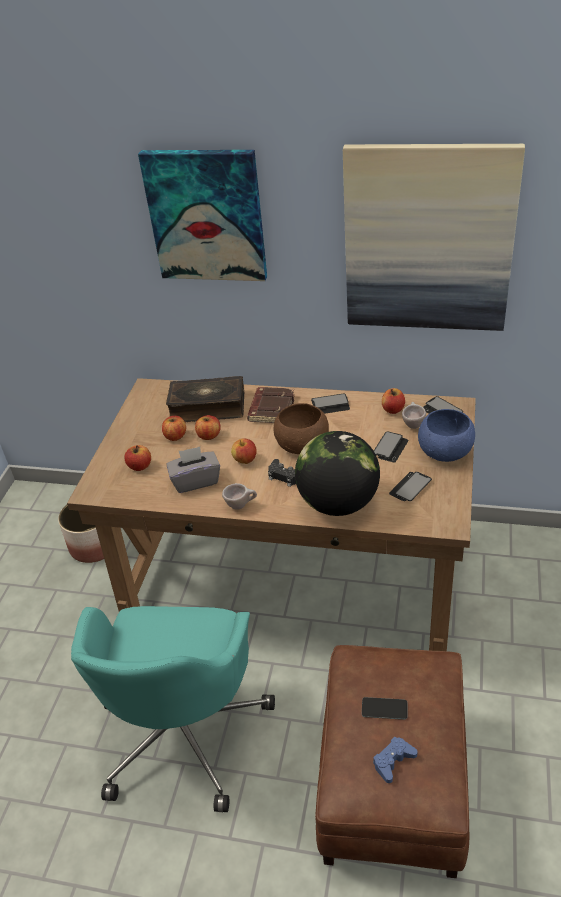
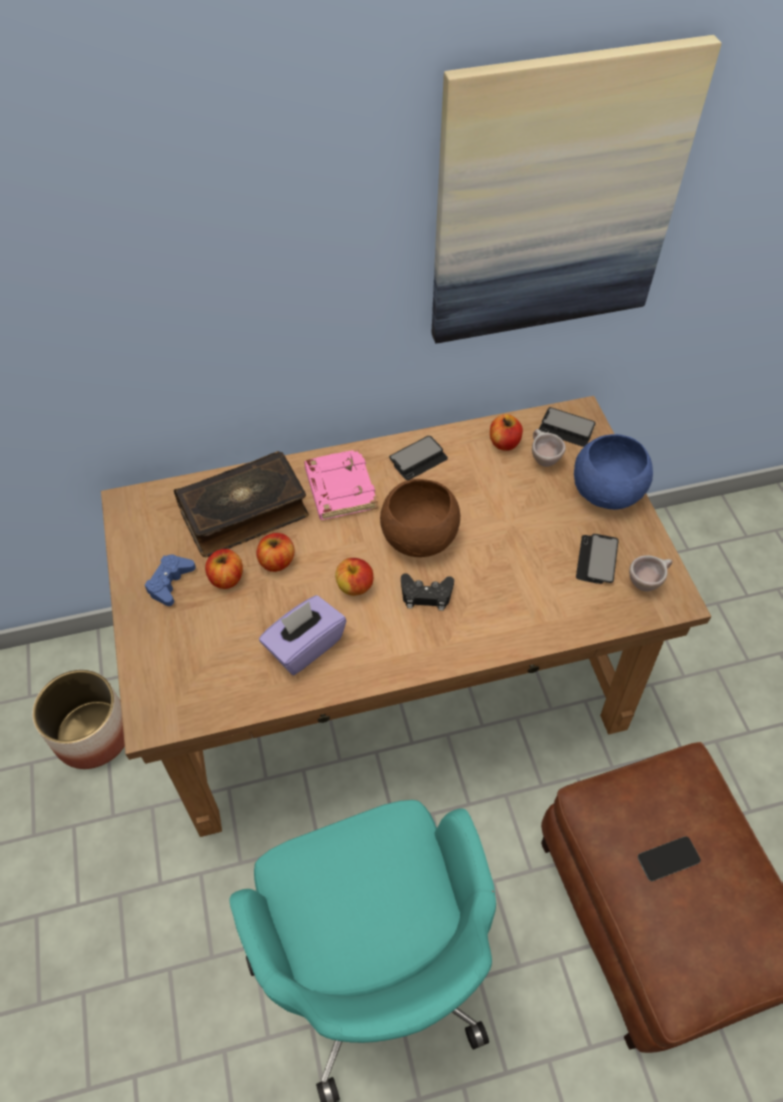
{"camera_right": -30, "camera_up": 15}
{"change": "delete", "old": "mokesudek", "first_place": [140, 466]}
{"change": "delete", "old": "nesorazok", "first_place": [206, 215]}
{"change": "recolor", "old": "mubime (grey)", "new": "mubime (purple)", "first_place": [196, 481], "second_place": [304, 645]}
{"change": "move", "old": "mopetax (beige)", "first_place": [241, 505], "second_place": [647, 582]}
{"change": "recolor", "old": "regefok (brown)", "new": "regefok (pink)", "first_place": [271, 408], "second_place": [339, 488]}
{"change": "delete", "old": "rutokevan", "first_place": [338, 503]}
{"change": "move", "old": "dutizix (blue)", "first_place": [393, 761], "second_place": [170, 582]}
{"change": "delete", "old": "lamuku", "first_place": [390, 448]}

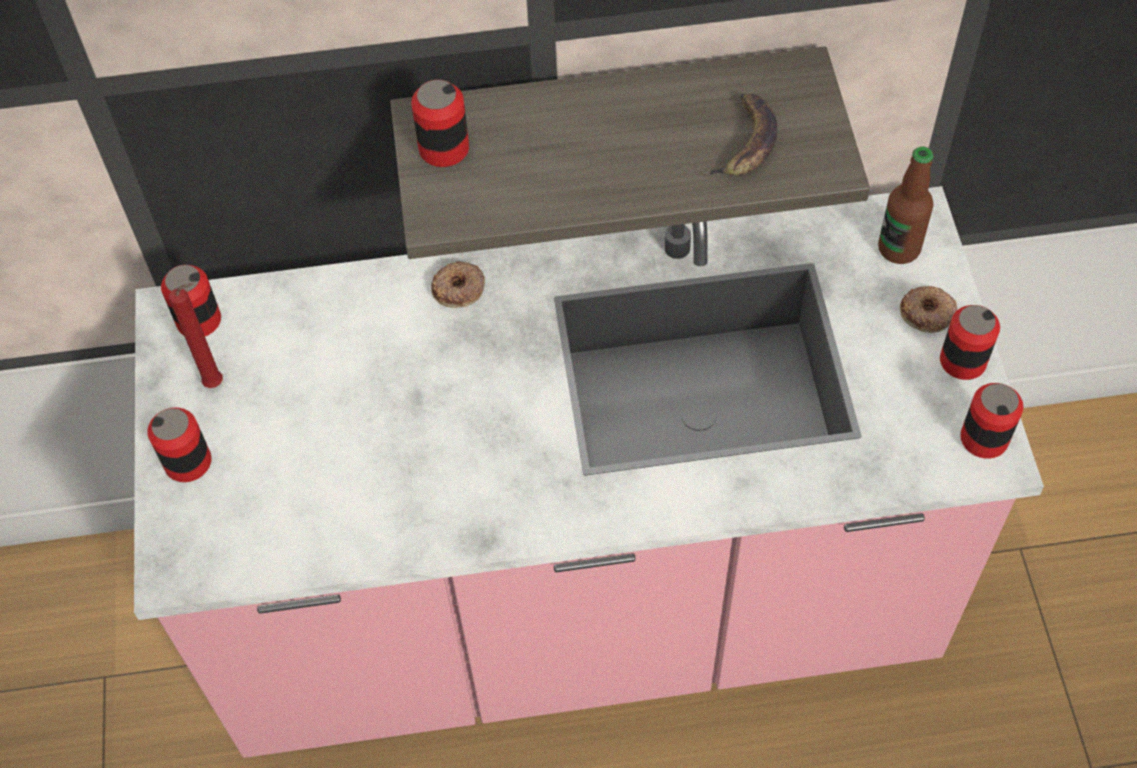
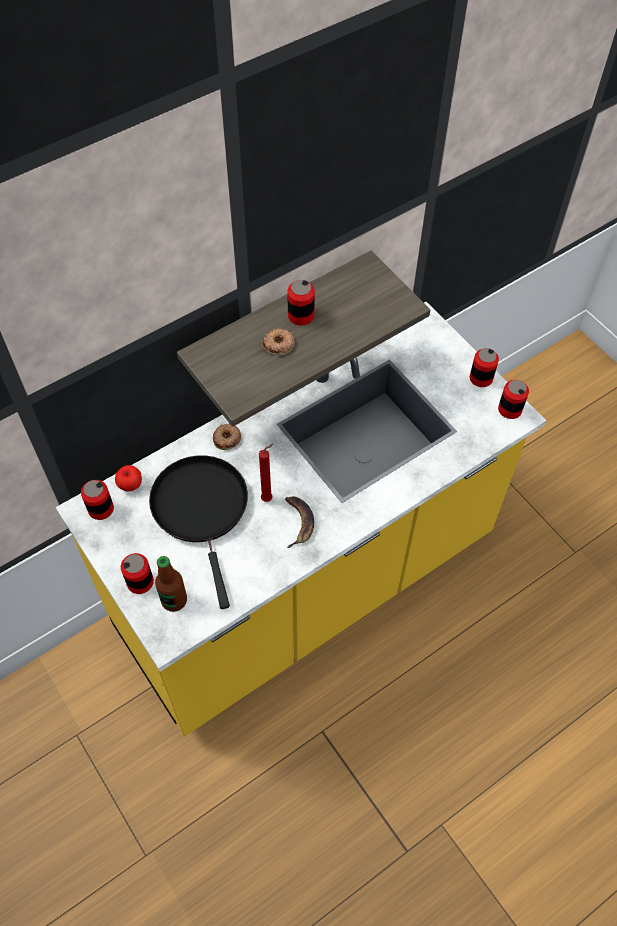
{"camera_right": -30, "camera_up": 0}
{"change": "recolor", "old": "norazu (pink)", "new": "norazu (yellow)", "first_place": [579, 609], "second_place": [307, 586]}
{"change": "move", "old": "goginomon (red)", "first_place": [217, 384], "second_place": [268, 498]}
{"change": "move", "old": "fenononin", "first_place": [444, 149], "second_place": [301, 316]}
{"change": "move", "old": "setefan", "first_place": [744, 142], "second_place": [298, 522]}
{"change": "move", "old": "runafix", "first_place": [899, 248], "second_place": [174, 600]}
{"change": "move", "old": "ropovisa", "first_place": [927, 313], "second_place": [279, 344]}
{"change": "insert", "new": "mokesudek", "second_place": [130, 484]}
{"change": "insert", "new": "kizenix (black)", "second_place": [202, 509]}

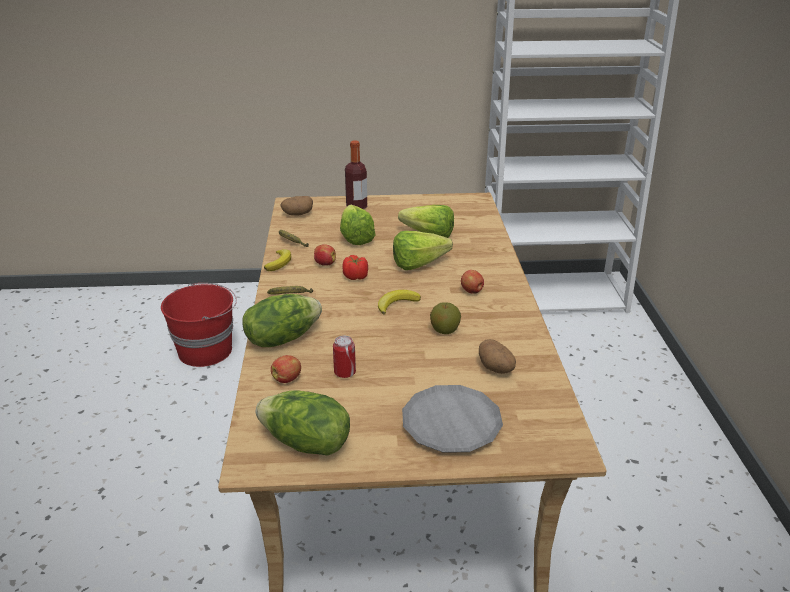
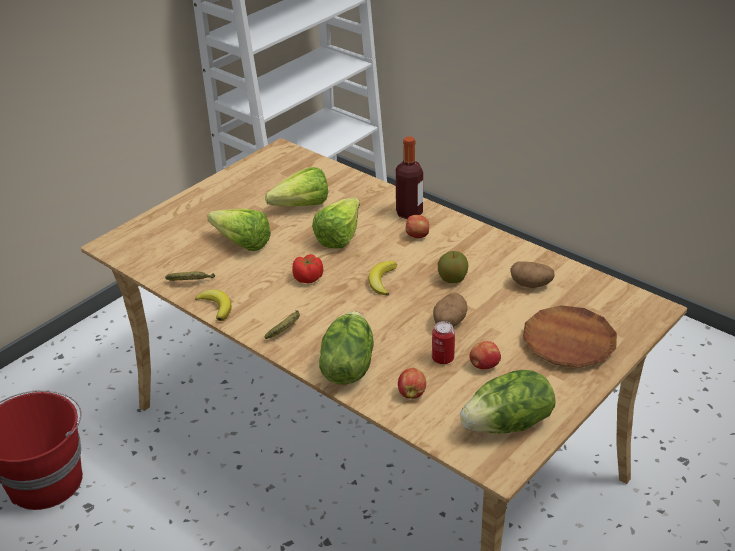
{"camera_right": -45, "camera_up": 5}
{"change": "move", "old": "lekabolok", "first_place": [297, 214], "second_place": [449, 322]}
{"change": "move", "old": "mokesudek", "first_place": [324, 264], "second_place": [484, 366]}
{"change": "move", "old": "runafix", "first_place": [356, 207], "second_place": [409, 213]}
{"change": "recolor", "old": "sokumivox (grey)", "new": "sokumivox (brown)", "first_place": [451, 424], "second_place": [568, 342]}

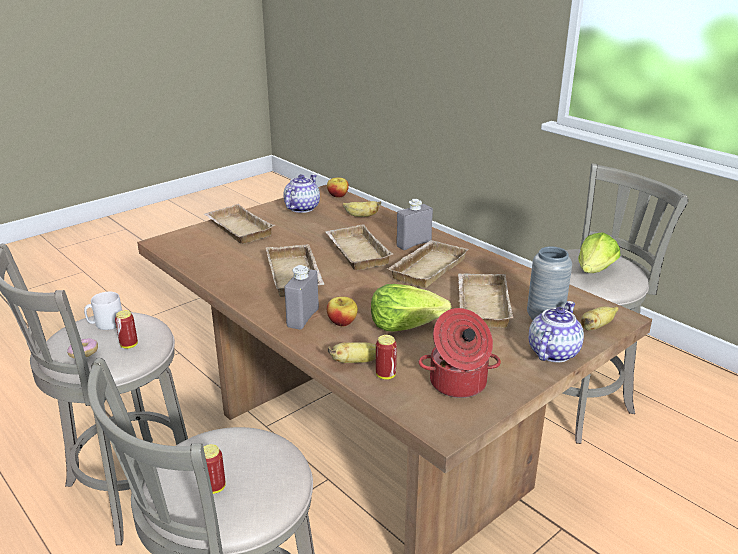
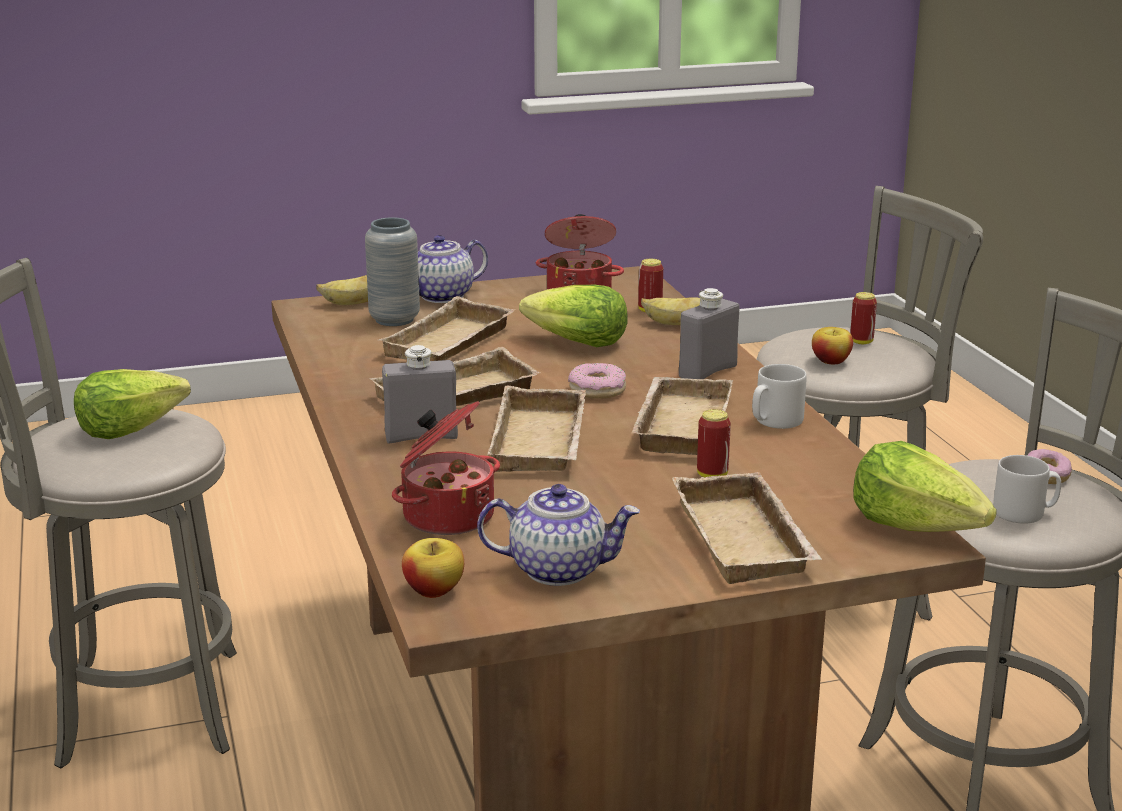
{"camera_right": -155, "camera_up": -5}
{"change": "move", "old": "fenononin", "first_place": [129, 345], "second_place": [712, 475]}
{"change": "rotate", "old": "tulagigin", "first_place": [302, 208], "second_place": [559, 569], "degrees": -135}
{"change": "move", "old": "mokesudek", "first_place": [342, 322], "second_place": [831, 361]}
{"change": "replace", "old": "setefan", "new": "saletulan", "first_place": [361, 216], "second_place": [446, 516]}
{"change": "insert", "new": "ropovisa", "second_place": [597, 390]}
{"change": "insert", "new": "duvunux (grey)", "second_place": [774, 421]}
{"change": "insert", "new": "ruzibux", "second_place": [917, 526]}

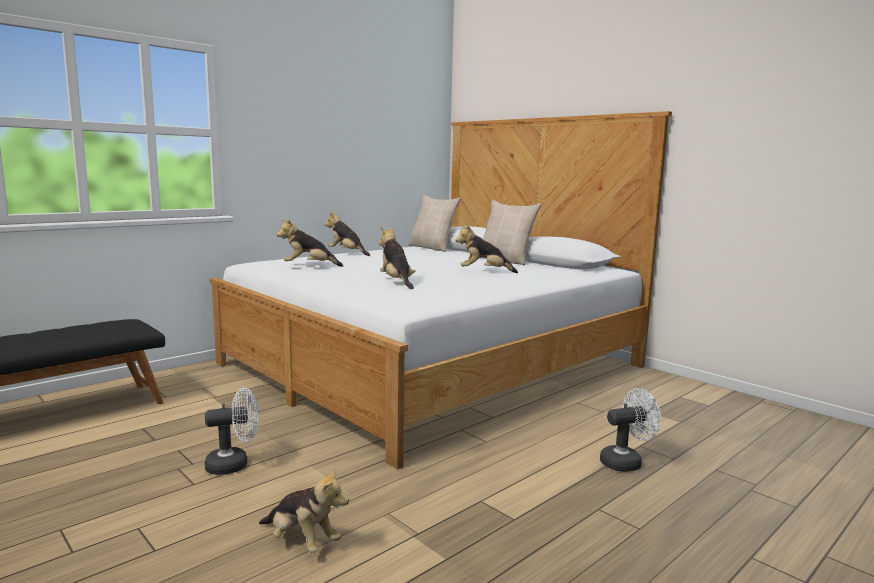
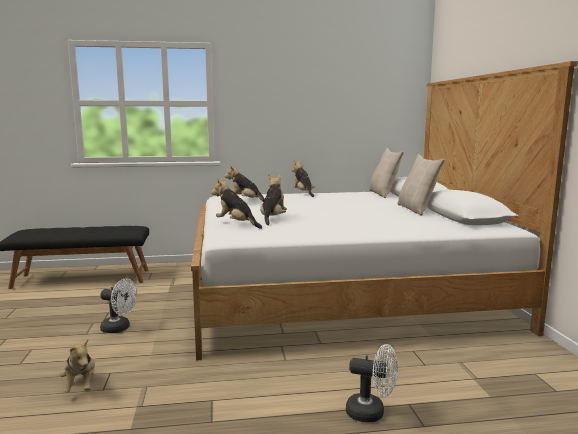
{"camera_right": 35, "camera_up": 0}
{"change": "move", "old": "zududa", "first_place": [484, 272], "second_place": [236, 224]}

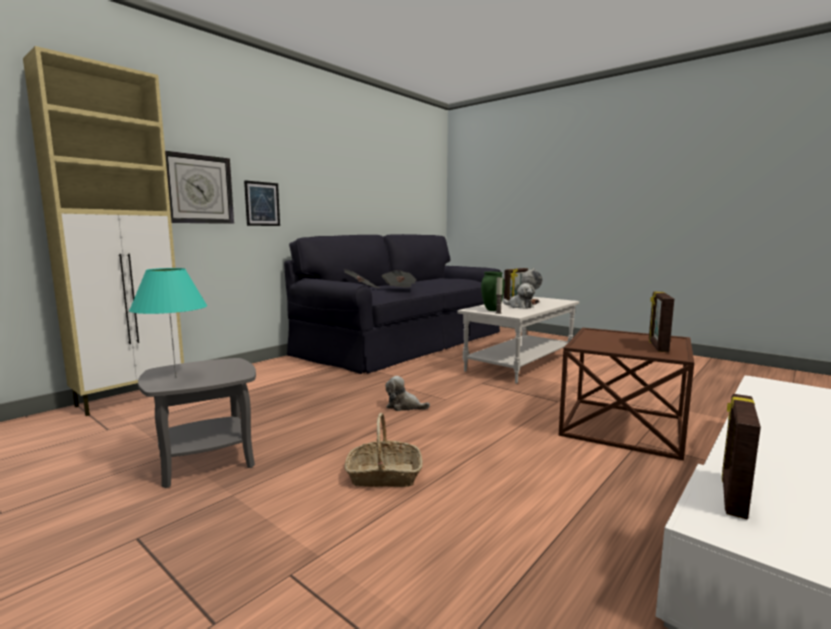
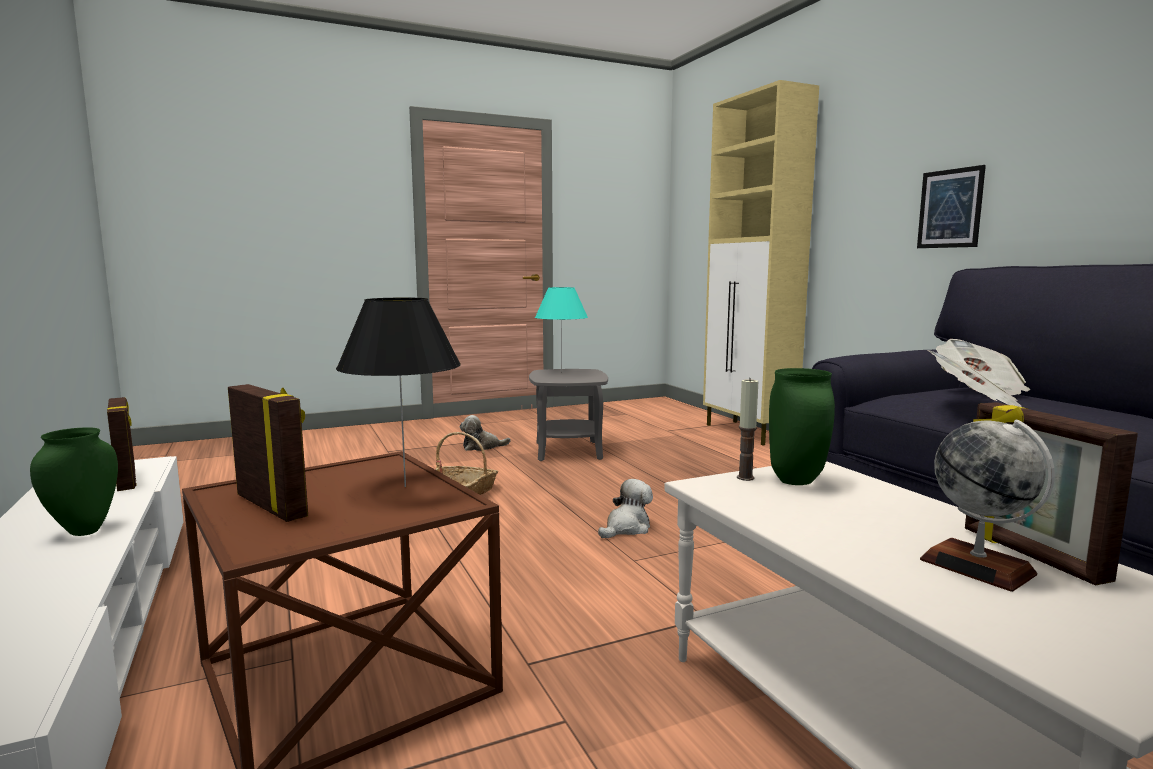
{"camera_right": 115, "camera_up": 0}
{"change": "delete", "old": "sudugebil", "first_place": [198, 189]}
{"change": "move", "old": "zududa", "first_place": [519, 306], "second_place": [482, 447]}
{"change": "insert", "new": "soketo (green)", "second_place": [84, 531]}
{"change": "insert", "new": "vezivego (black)", "second_place": [405, 486]}

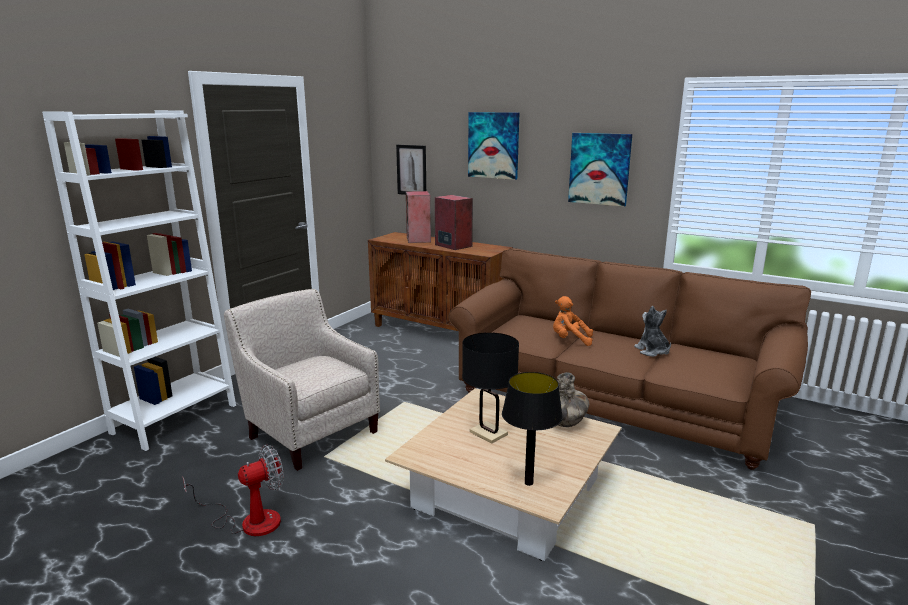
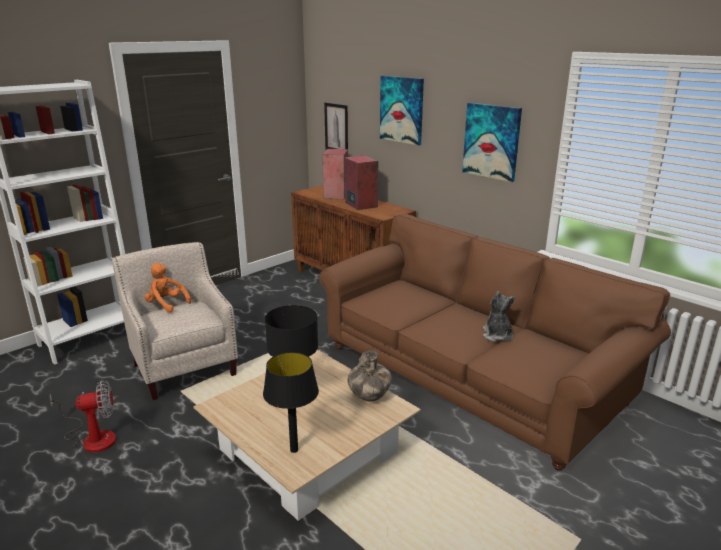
{"camera_right": 15, "camera_up": 5}
{"change": "move", "old": "zududa (orange)", "first_place": [570, 340], "second_place": [166, 304]}

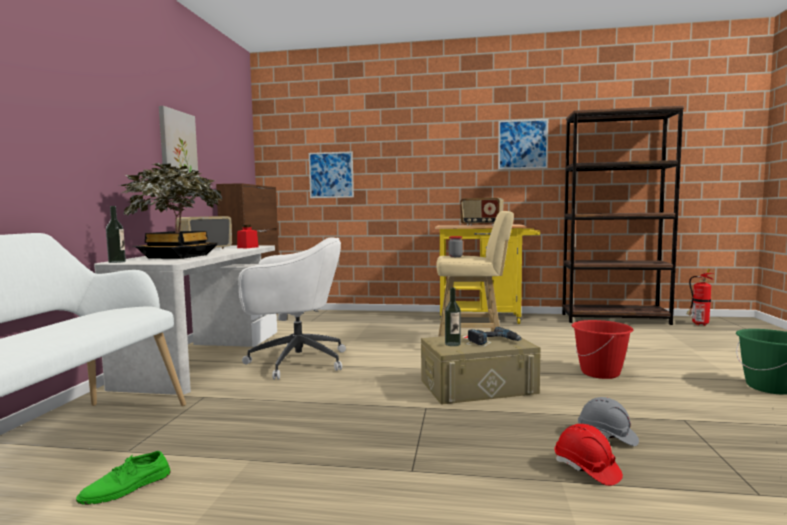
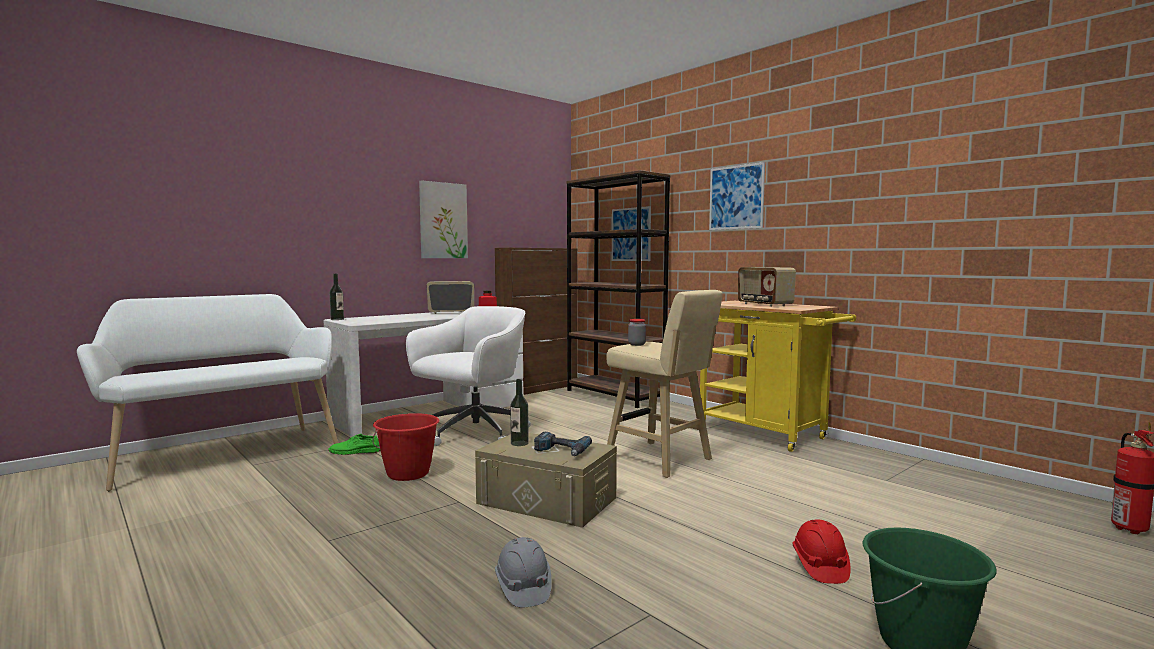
{"camera_right": 40, "camera_up": 0}
{"change": "move", "old": "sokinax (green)", "first_place": [126, 488], "second_place": [354, 452]}
{"change": "delete", "old": "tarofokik", "first_place": [178, 256]}
{"change": "rotate", "old": "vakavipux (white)", "first_place": [294, 362], "second_place": [473, 433], "degrees": -90}
{"change": "move", "old": "nesorazok", "first_place": [522, 144], "second_place": [736, 197]}
{"change": "move", "old": "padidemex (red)", "first_place": [586, 469], "second_place": [820, 566]}
{"change": "move", "old": "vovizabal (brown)", "first_place": [614, 319], "second_place": [615, 395]}
{"change": "move", "old": "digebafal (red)", "first_place": [600, 373], "second_place": [408, 474]}

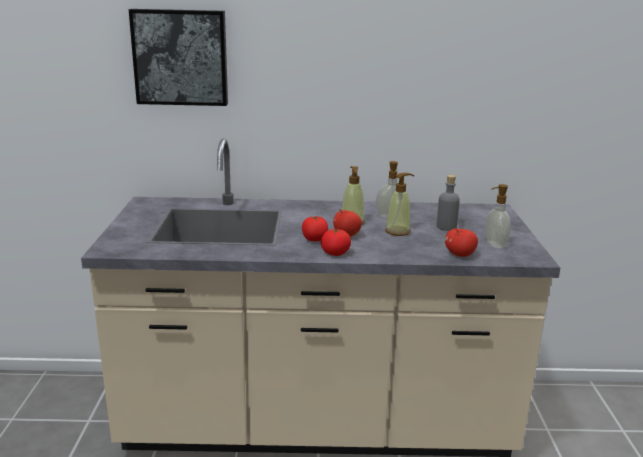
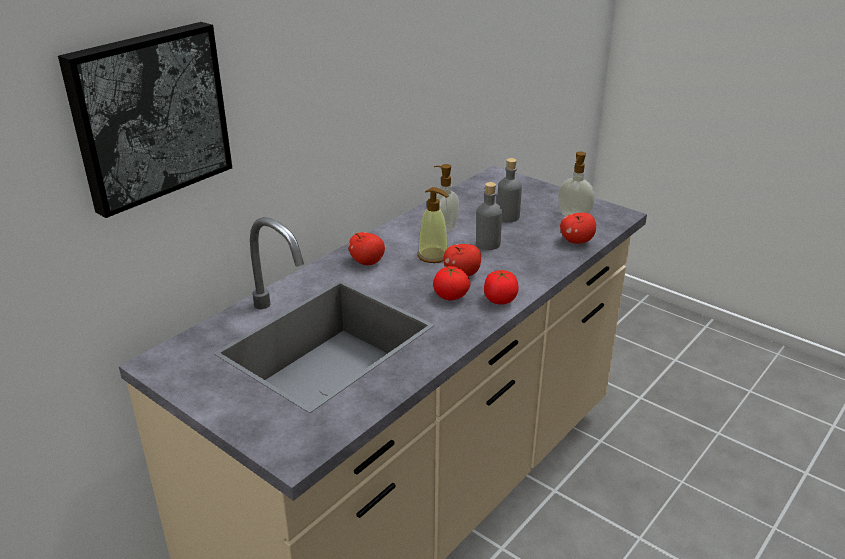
{"camera_right": -50, "camera_up": 10}
{"change": "replace", "old": "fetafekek", "new": "runafix (grey)", "first_place": [398, 231], "second_place": [488, 244]}
{"change": "insert", "new": "mokesudek", "second_place": [367, 262]}

